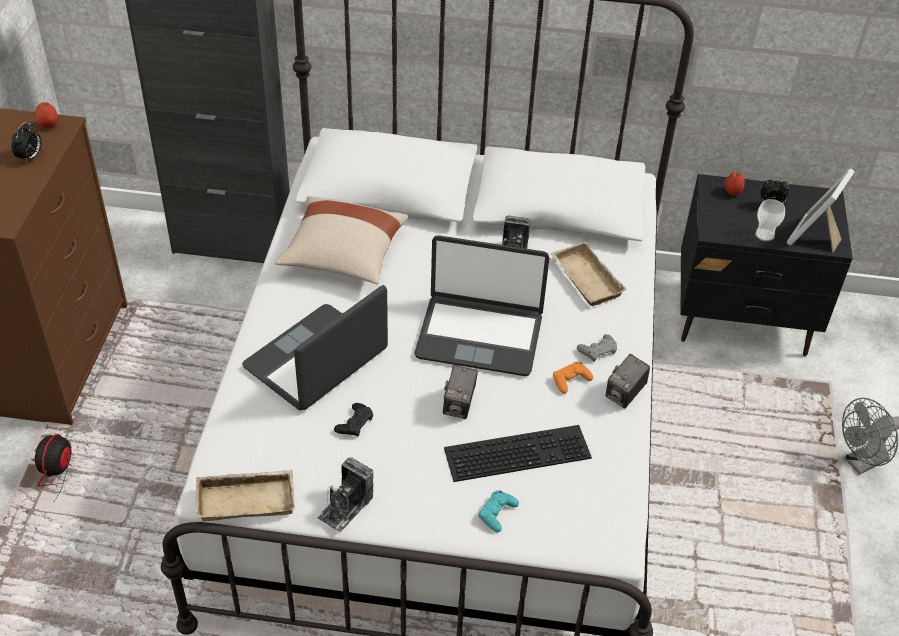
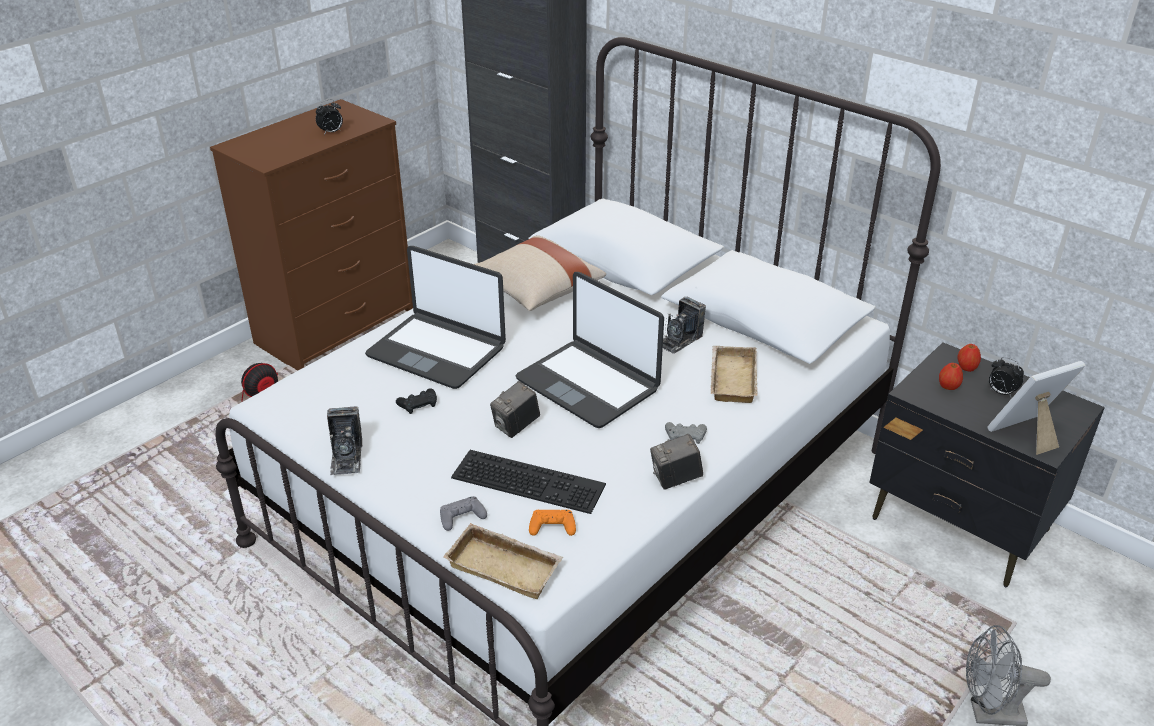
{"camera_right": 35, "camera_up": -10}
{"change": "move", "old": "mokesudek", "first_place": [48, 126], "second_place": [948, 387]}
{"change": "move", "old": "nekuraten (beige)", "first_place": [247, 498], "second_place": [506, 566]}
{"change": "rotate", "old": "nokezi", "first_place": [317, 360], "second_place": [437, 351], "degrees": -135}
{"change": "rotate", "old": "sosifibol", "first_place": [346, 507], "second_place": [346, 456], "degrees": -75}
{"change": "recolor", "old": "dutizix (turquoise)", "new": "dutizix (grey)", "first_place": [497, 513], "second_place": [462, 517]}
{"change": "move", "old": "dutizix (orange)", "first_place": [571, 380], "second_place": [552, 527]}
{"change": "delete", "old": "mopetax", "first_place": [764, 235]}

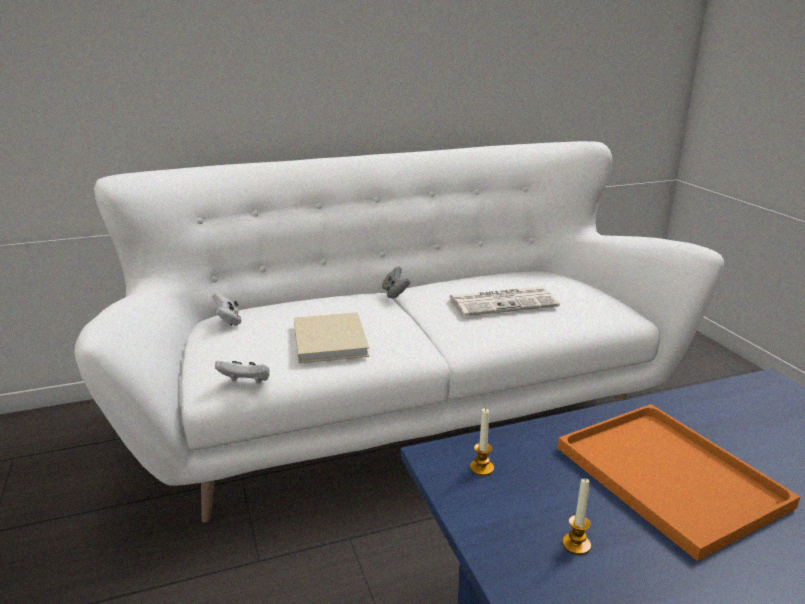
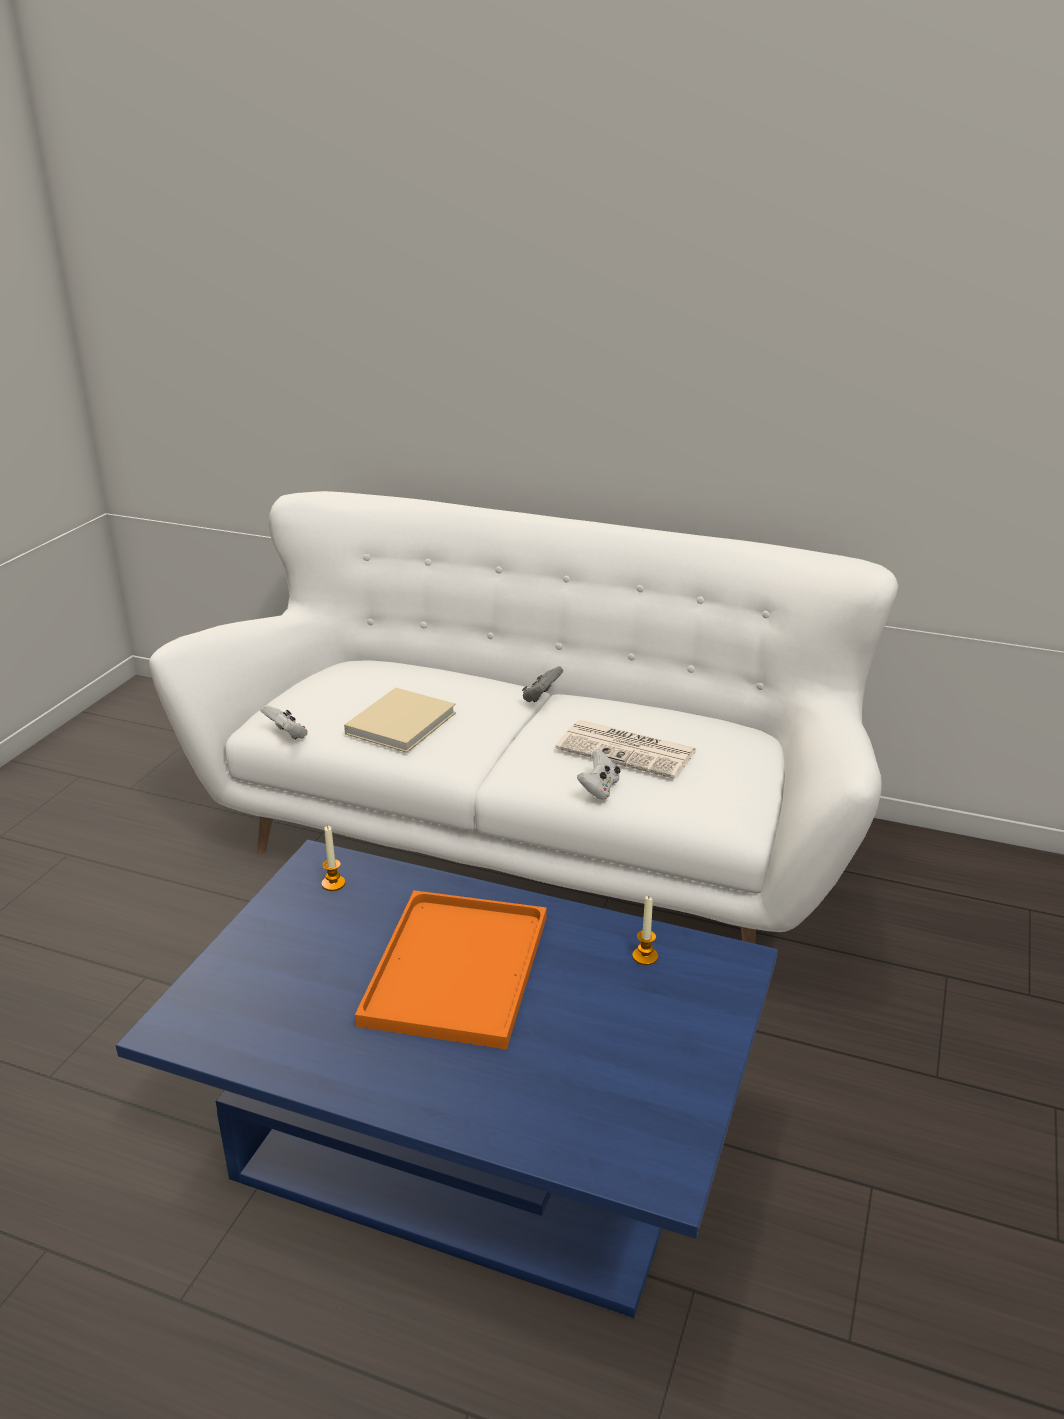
{"camera_right": 40, "camera_up": 5}
{"change": "move", "old": "dutizix (white)", "first_place": [228, 321], "second_place": [599, 789]}
{"change": "move", "old": "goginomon", "first_place": [576, 544], "second_place": [645, 956]}

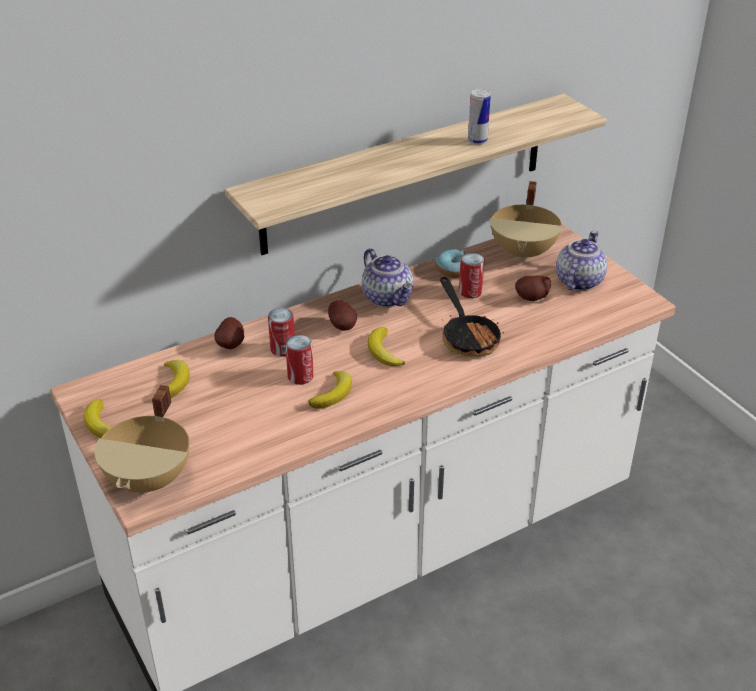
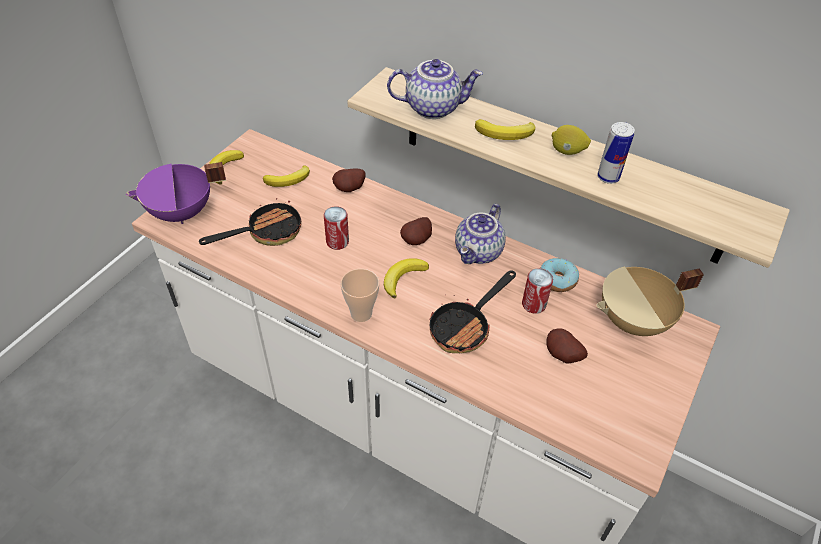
{"camera_right": 60, "camera_up": 10}
{"change": "recolor", "old": "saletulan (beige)", "new": "saletulan (purple)", "first_place": [150, 479], "second_place": [182, 213]}
{"change": "delete", "old": "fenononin", "first_place": [282, 349]}
{"change": "move", "old": "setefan", "first_place": [333, 393], "second_place": [506, 133]}
{"change": "move", "old": "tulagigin", "first_place": [578, 281], "second_place": [433, 107]}
{"change": "insert", "new": "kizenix", "second_place": [266, 232]}
{"change": "insert", "new": "mopetax", "second_place": [361, 313]}
{"change": "insert", "new": "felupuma", "second_place": [567, 151]}

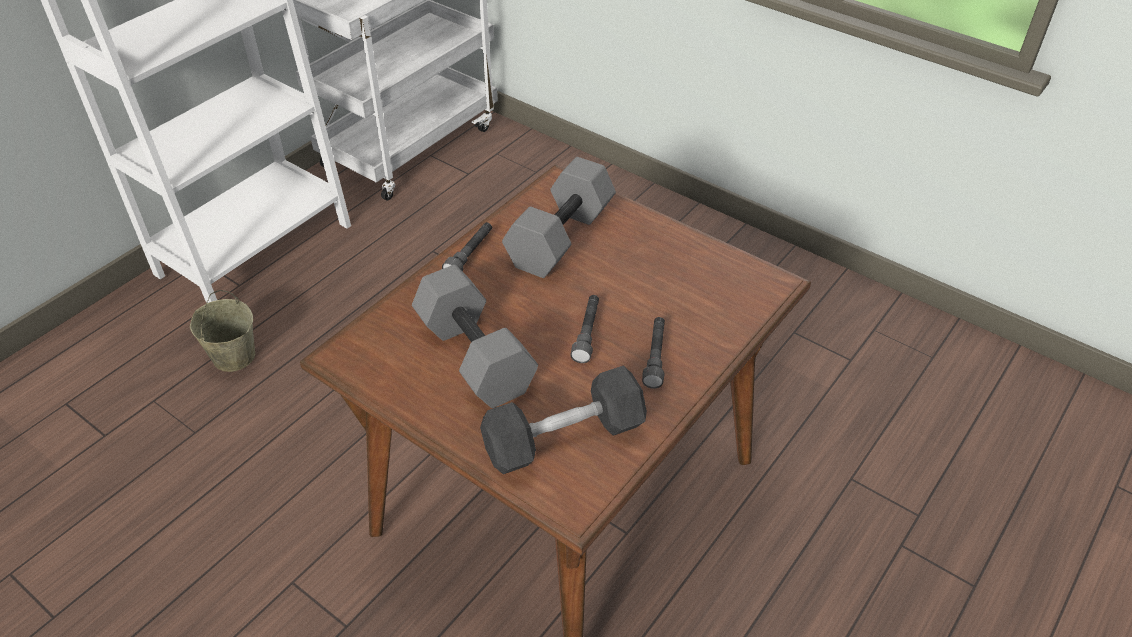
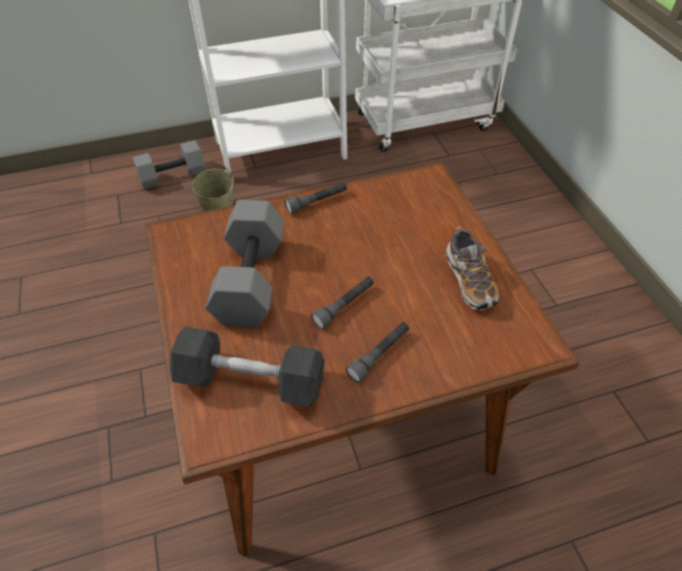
{"camera_right": 35, "camera_up": 5}
{"change": "move", "old": "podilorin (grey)", "first_place": [559, 236], "second_place": [173, 175]}
{"change": "insert", "new": "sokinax", "second_place": [469, 280]}

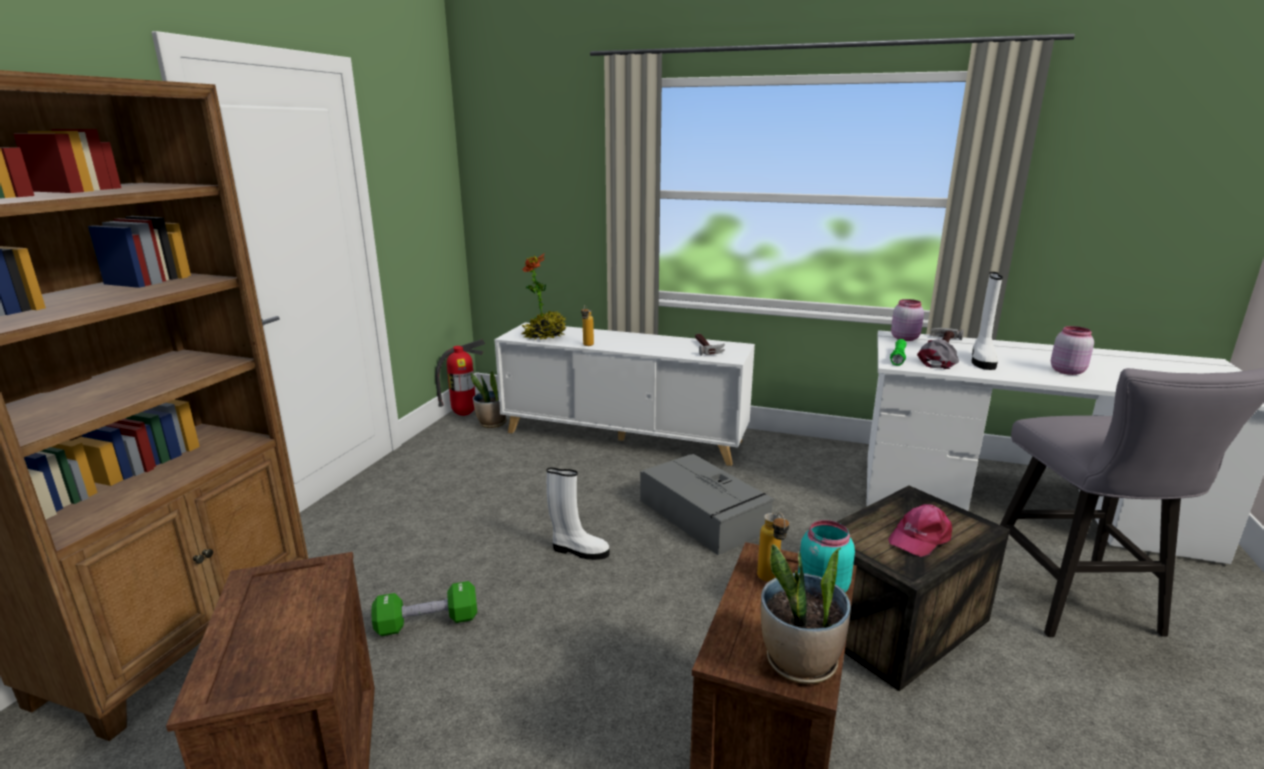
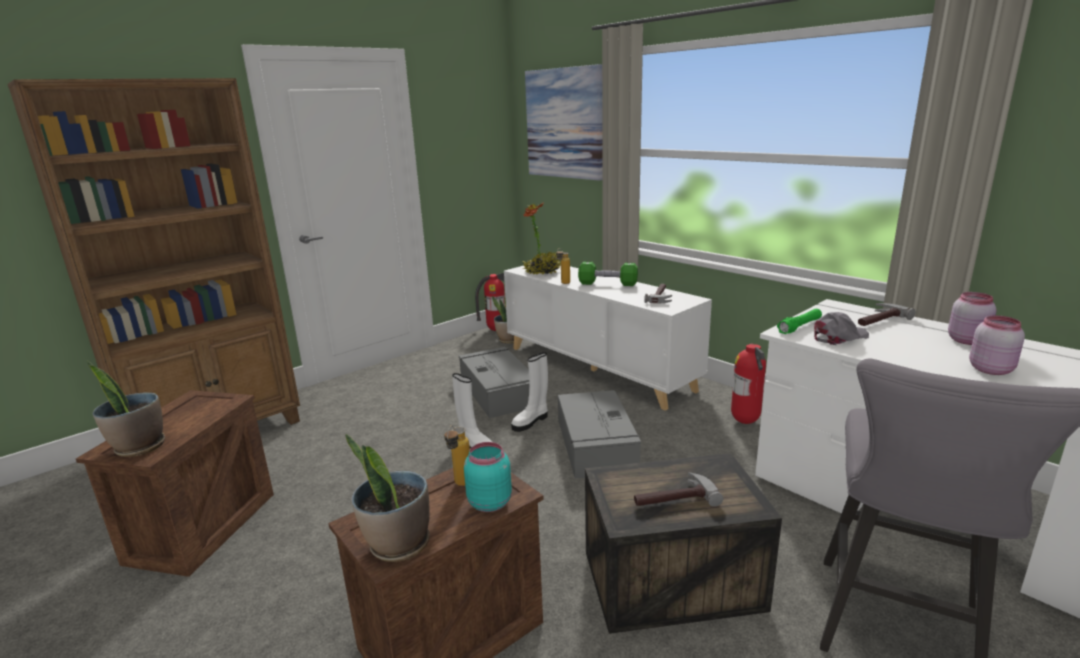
{"camera_right": 30, "camera_up": 0}
{"change": "move", "old": "podilorin (green)", "first_place": [427, 623], "second_place": [608, 284]}
{"change": "replace", "old": "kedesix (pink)", "new": "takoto", "first_place": [919, 538], "second_place": [674, 498]}
{"change": "move", "old": "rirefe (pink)", "first_place": [905, 338], "second_place": [968, 340]}
{"change": "move", "old": "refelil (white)", "first_place": [982, 360], "second_place": [531, 421]}
{"change": "insert", "new": "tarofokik", "second_place": [139, 447]}
{"change": "insert", "new": "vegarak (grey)", "second_place": [498, 391]}
{"change": "insert", "new": "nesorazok", "second_place": [564, 123]}
{"change": "insert", "new": "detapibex", "second_place": [746, 422]}

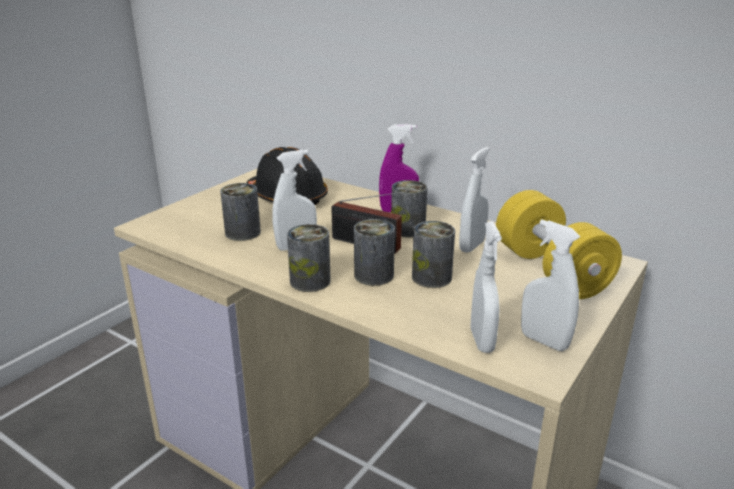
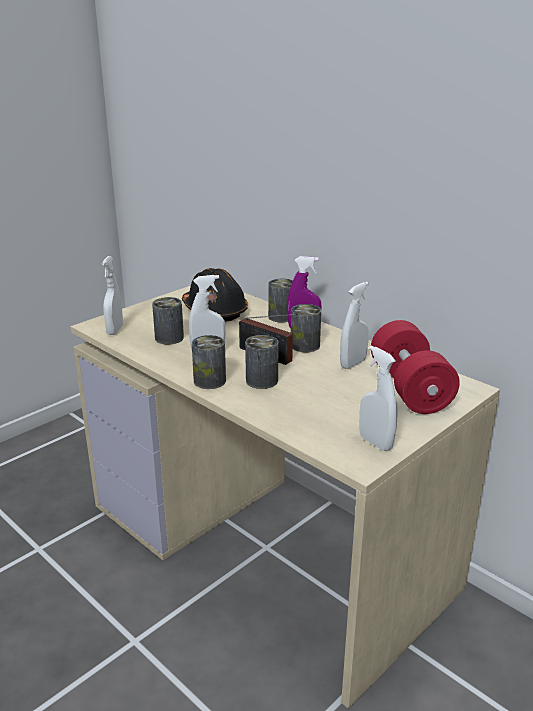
{"camera_right": 10, "camera_up": 0}
{"change": "move", "old": "fenononin", "first_place": [431, 277], "second_place": [281, 317]}
{"change": "move", "old": "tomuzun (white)", "first_place": [482, 341], "second_place": [115, 330]}
{"change": "recolor", "old": "podilorin (yellow)", "new": "podilorin (red)", "first_place": [550, 270], "second_place": [410, 389]}

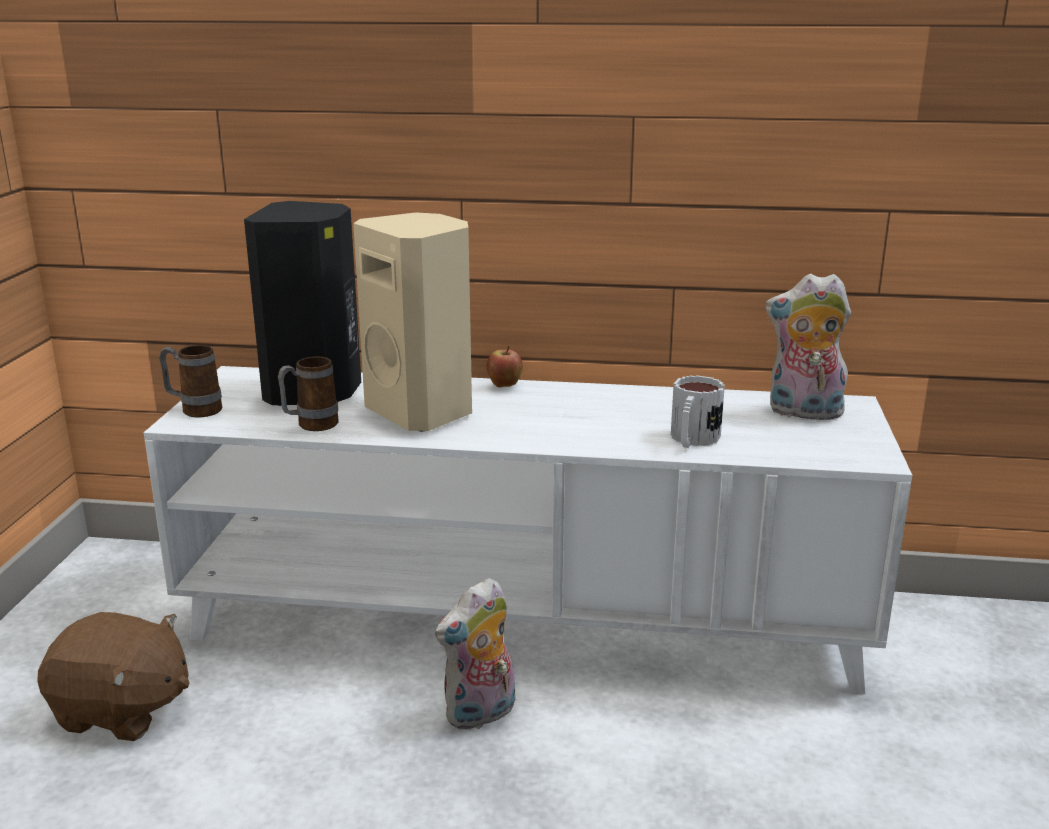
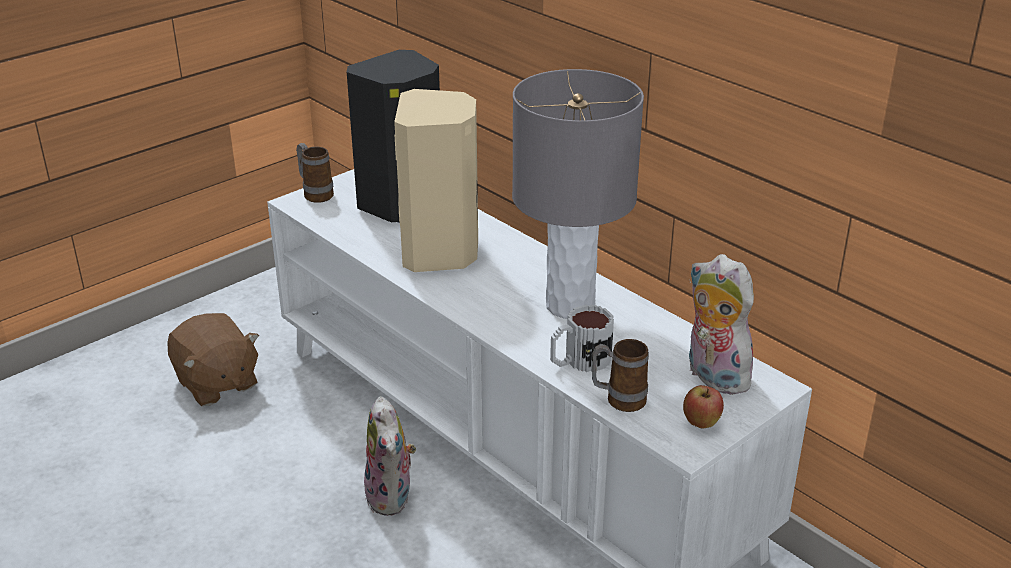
{"camera_right": 40, "camera_up": 10}
{"change": "move", "old": "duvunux", "first_place": [310, 426], "second_place": [618, 400]}
{"change": "rotate", "old": "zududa", "first_place": [481, 714], "second_place": [392, 497], "degrees": -105}
{"change": "move", "old": "mokesudek", "first_place": [504, 386], "second_place": [701, 424]}
{"change": "insert", "new": "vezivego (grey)", "second_place": [570, 306]}

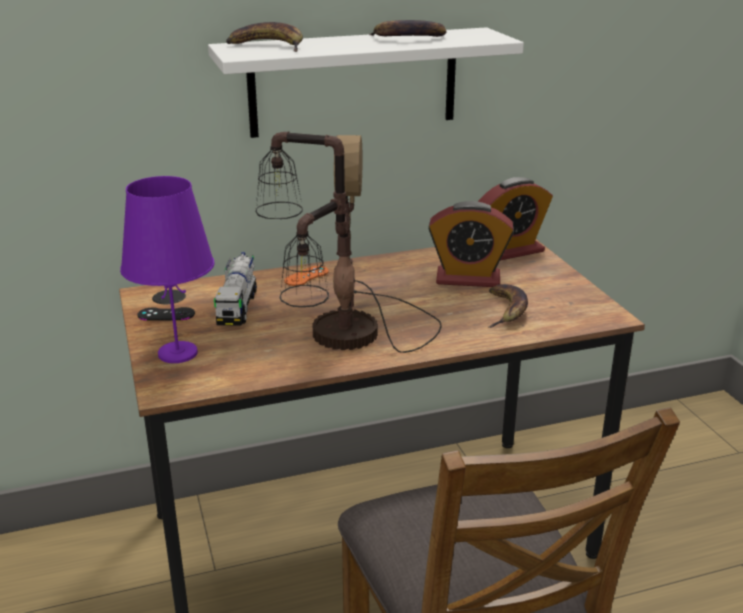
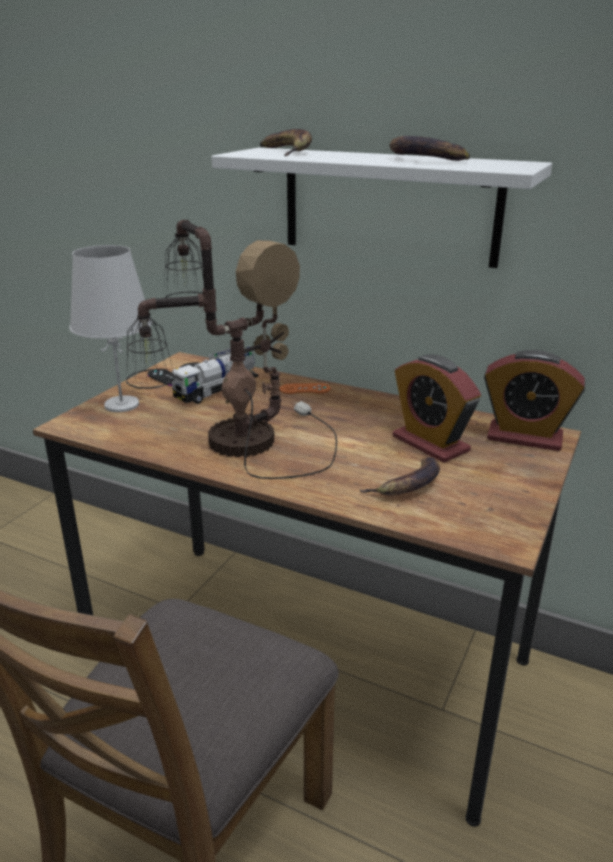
{"camera_right": 45, "camera_up": 0}
{"change": "recolor", "old": "vezivego (purple)", "new": "vezivego (white)", "first_place": [178, 353], "second_place": [121, 405]}

